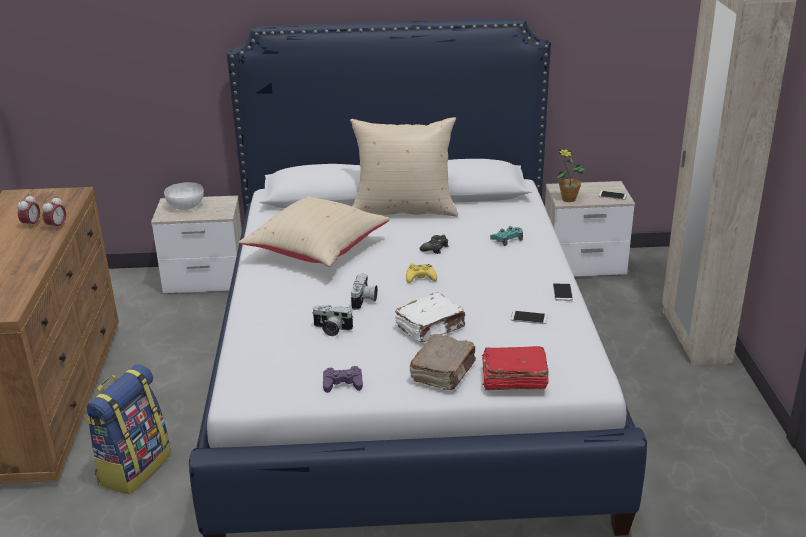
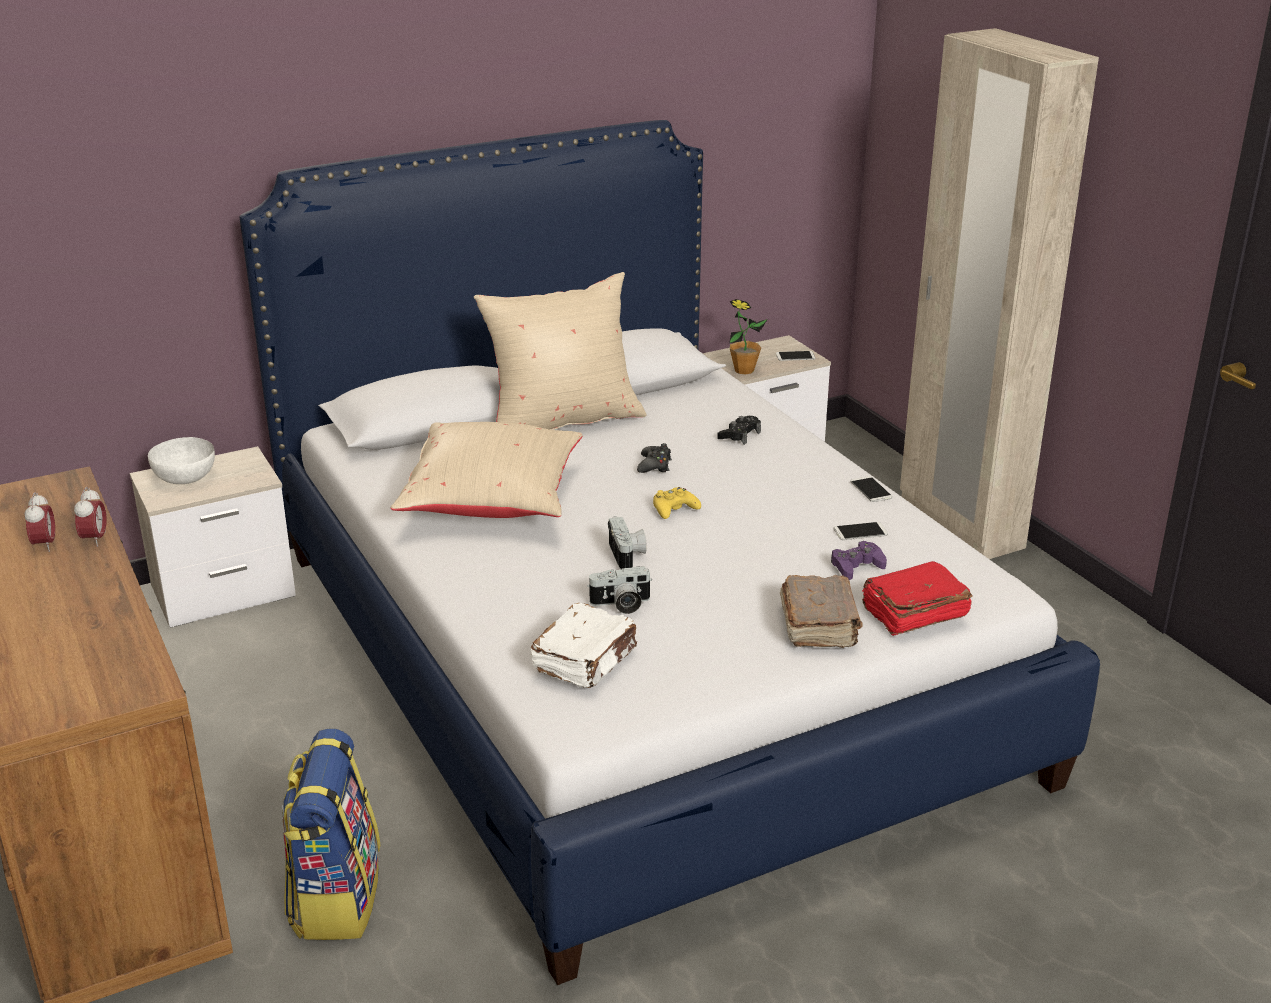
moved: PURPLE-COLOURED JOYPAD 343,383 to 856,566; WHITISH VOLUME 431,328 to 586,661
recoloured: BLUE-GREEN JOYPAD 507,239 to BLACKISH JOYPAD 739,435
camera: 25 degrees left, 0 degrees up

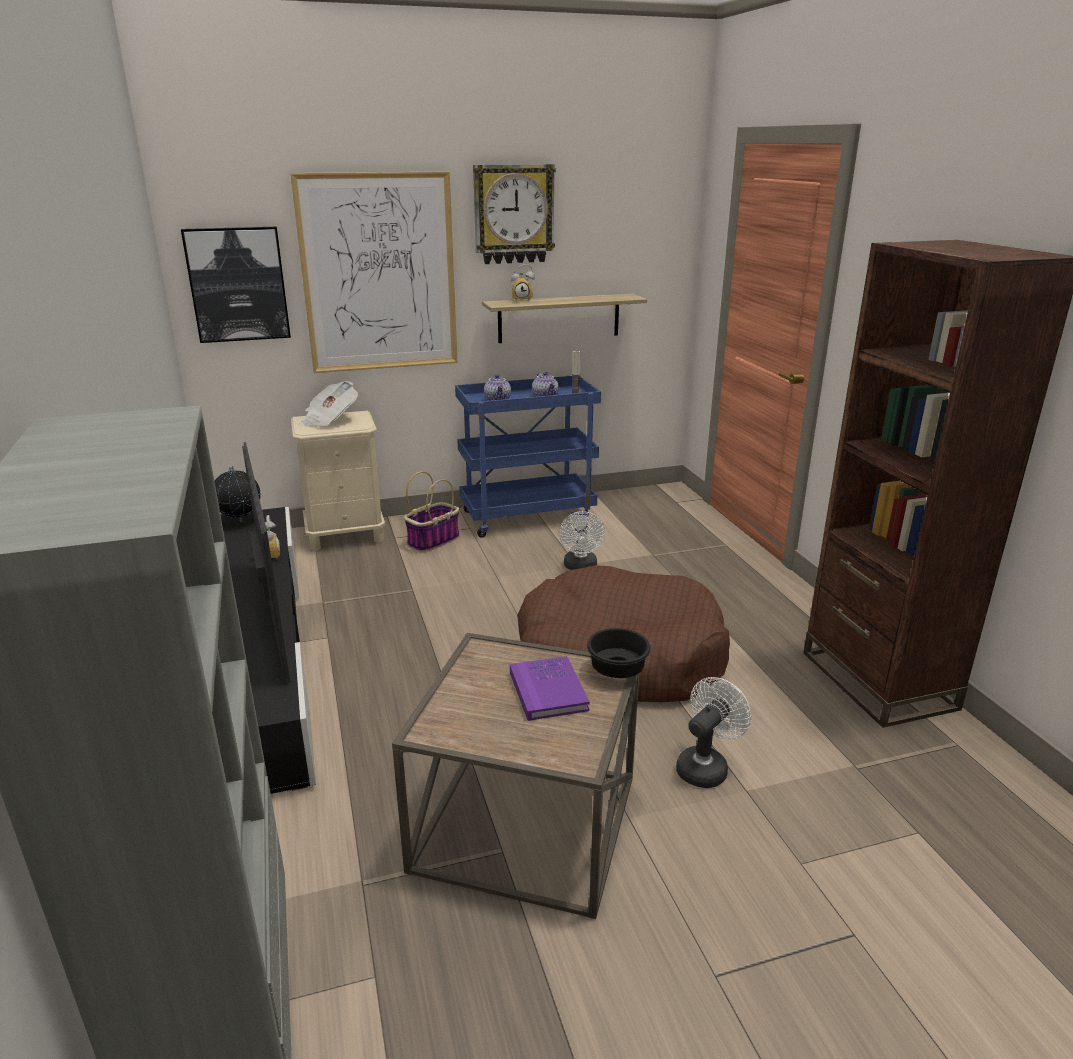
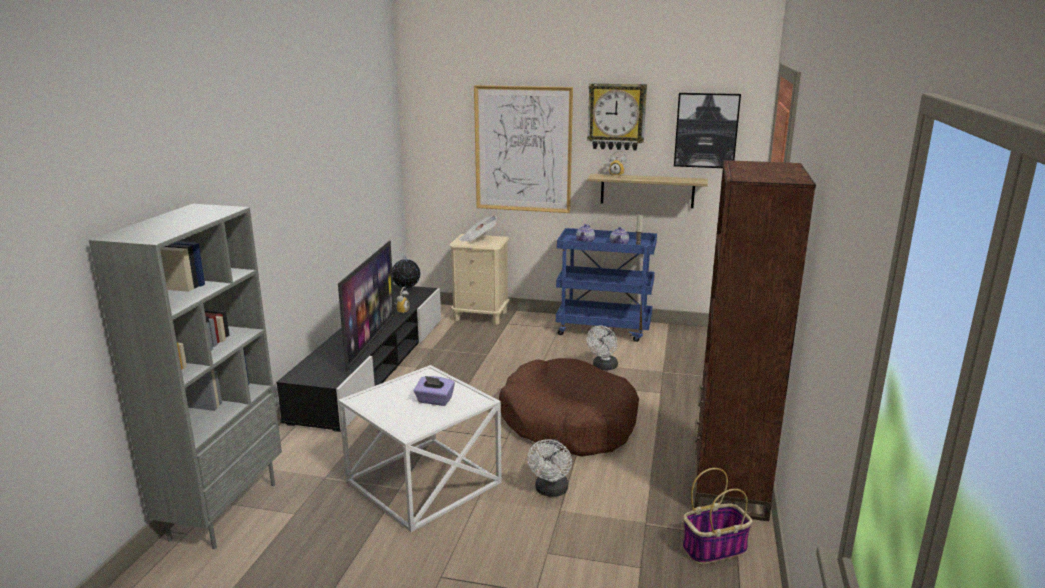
removed: BLACKISH DEEP DISH 615,670
moved: PICTURE 238,284 to 706,130; BASKET 433,541 to 714,548
replaced: PURPLE-COLOURED VOLUME 548,691 to PURPLE-COLOURED BOX OF TISSUES 434,400
recoloured: BROWN ACCENT TABLE 528,822 to WHITISH ACCENT TABLE 424,481
turned: WHITISH ELECTRIC FAN 706,766 = 551,491 120 degrees clockwise
camera: 30 degrees right, 5 degrees down

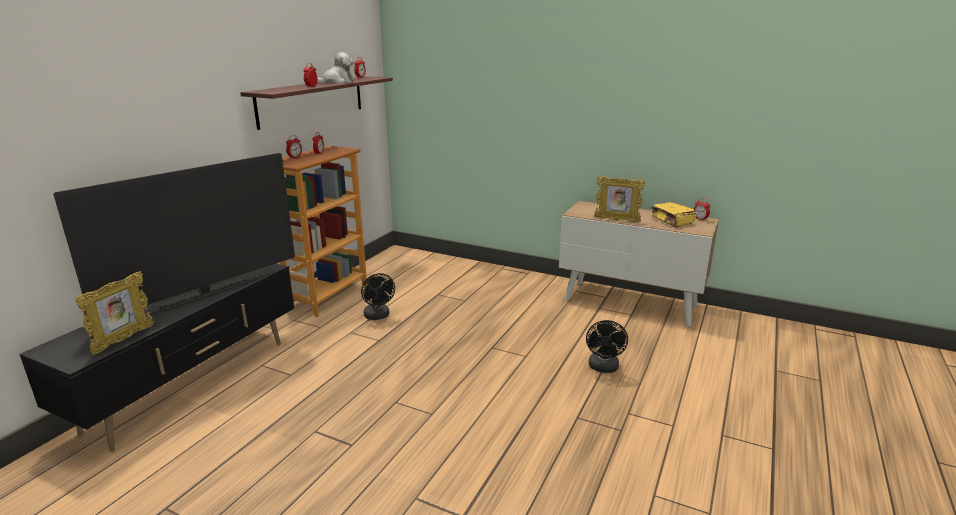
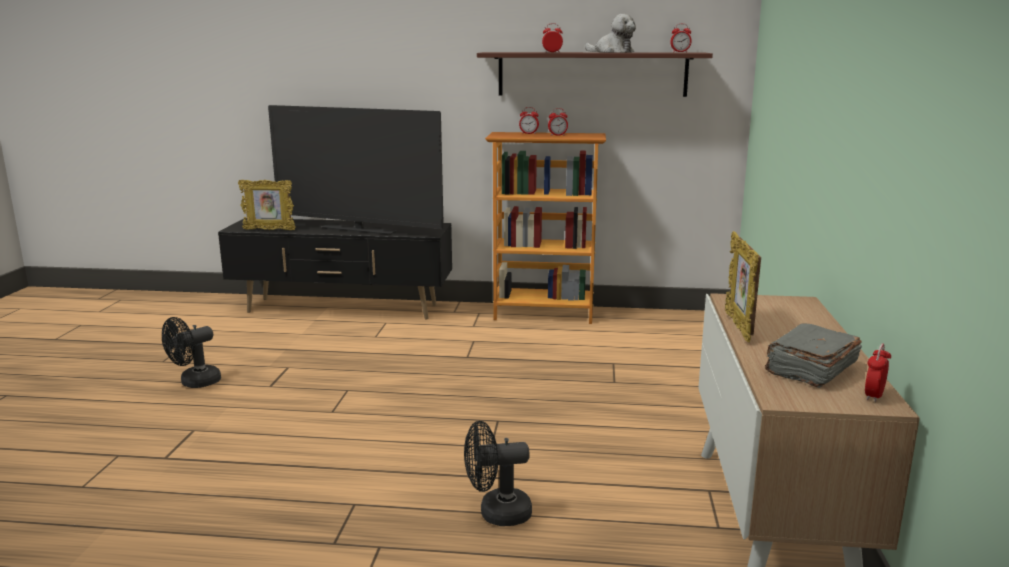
moved: BLACKISH ELECTRIC FAN 378,316 to 195,383
recoloured: YELLOW VOLUME 672,221 to GRAY VOLUME 810,370
camera: 70 degrees right, 5 degrees down

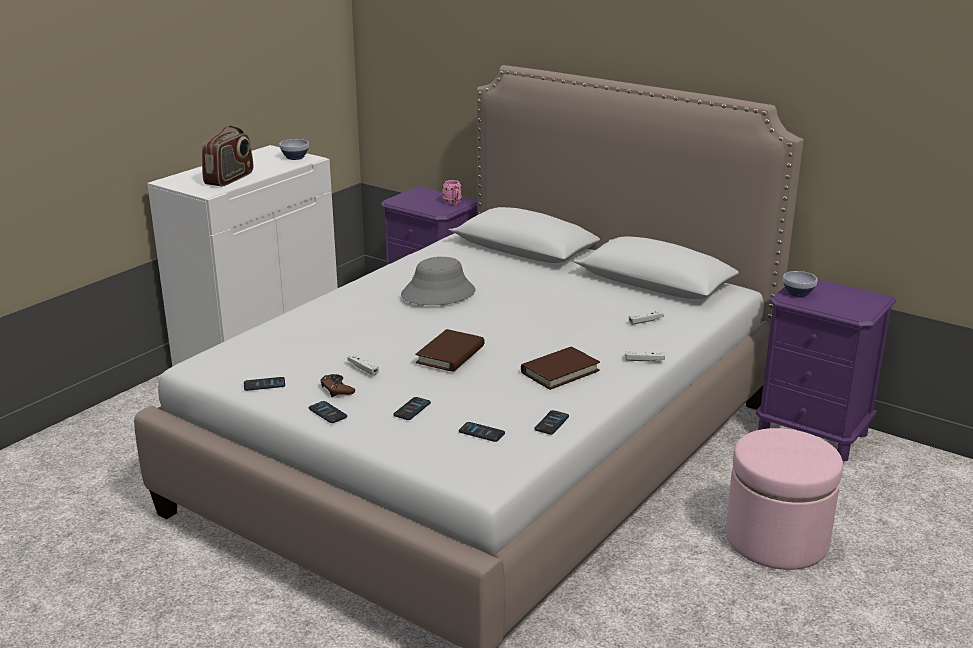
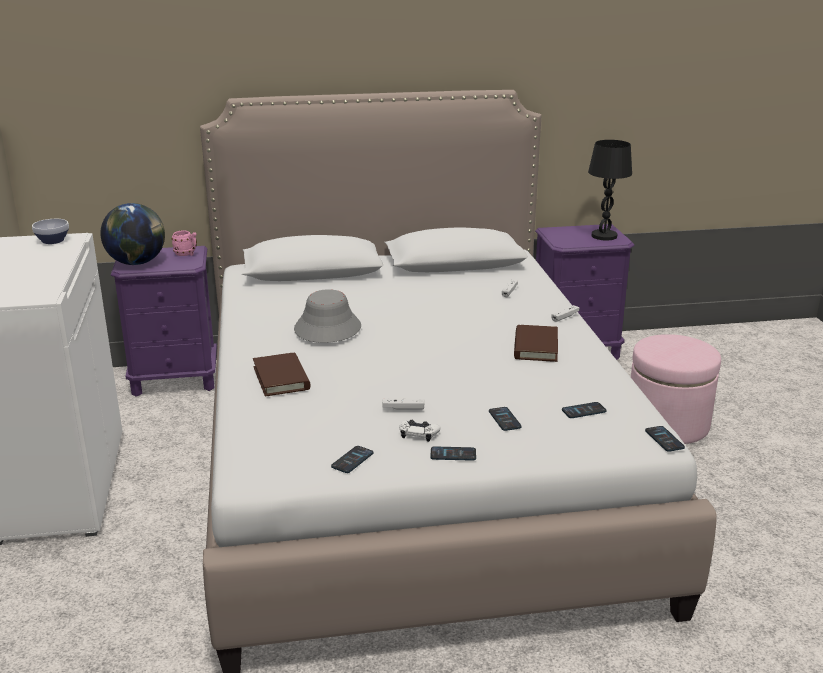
removed: RADIO 229,179; DEEP DISH 799,293
added: GLOBE 137,263; BLACKISH LAMP FOR A TABLE 604,236
moved: BROWN VOLUME 450,354 to 281,378; PHONE 551,423 to 664,439
recoloured: BROWN JOYPAD 337,389 to WHITISH JOYPAD 418,433
camera: 45 degrees left, 0 degrees up

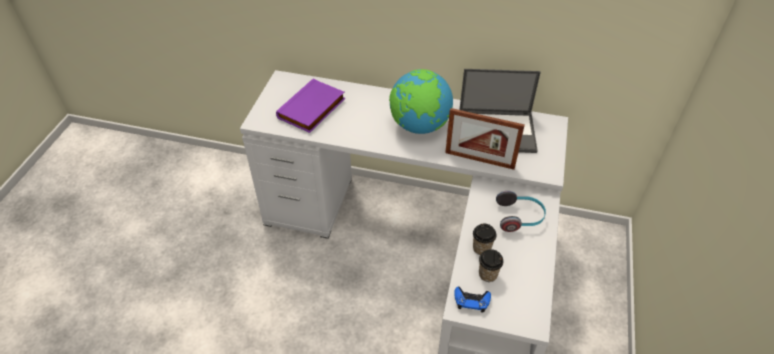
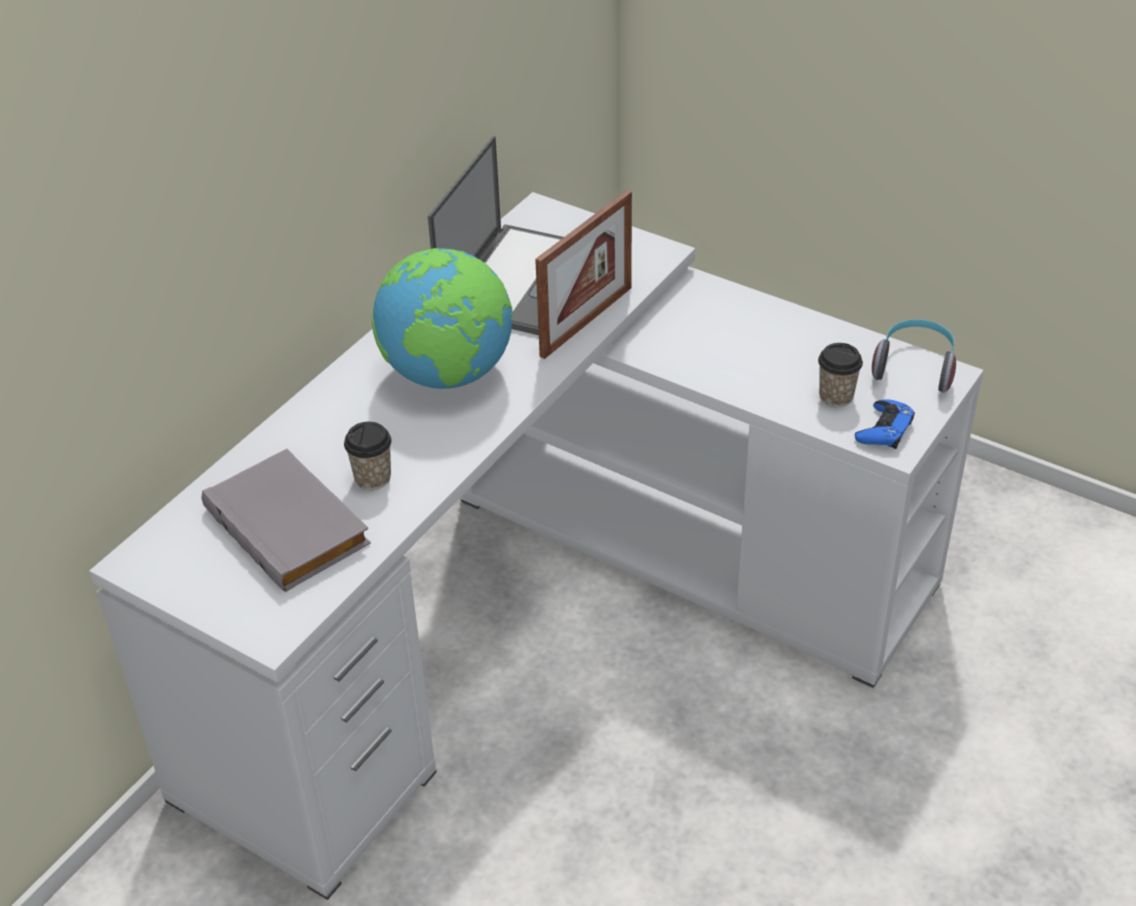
moved: CUP 481,248 to 373,478; PAIR OF HEADPHONES 519,217 to 915,366
recoloured: PURPLE-COLOURED VOLUME 312,109 to GRAY VOLUME 290,525
camera: 70 degrees left, 5 degrees down

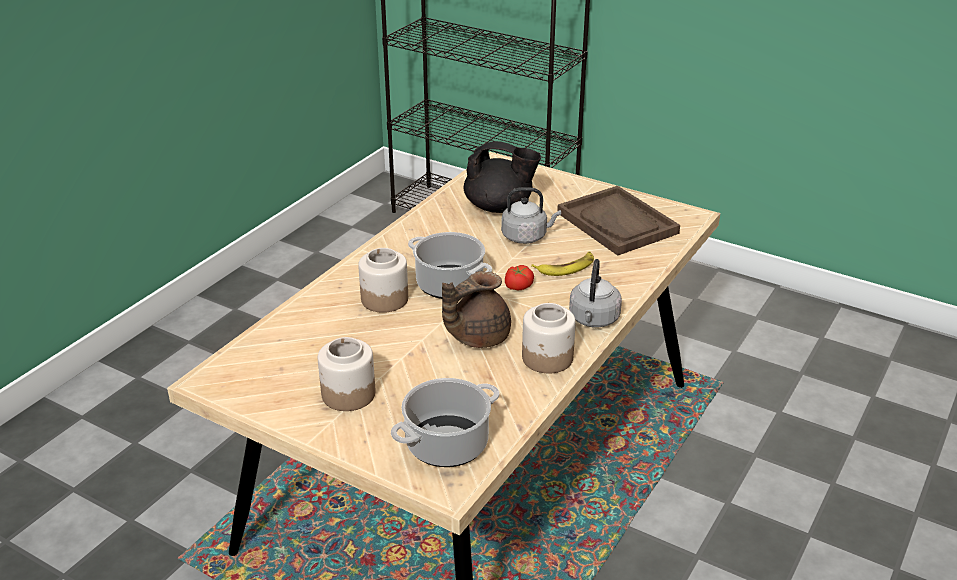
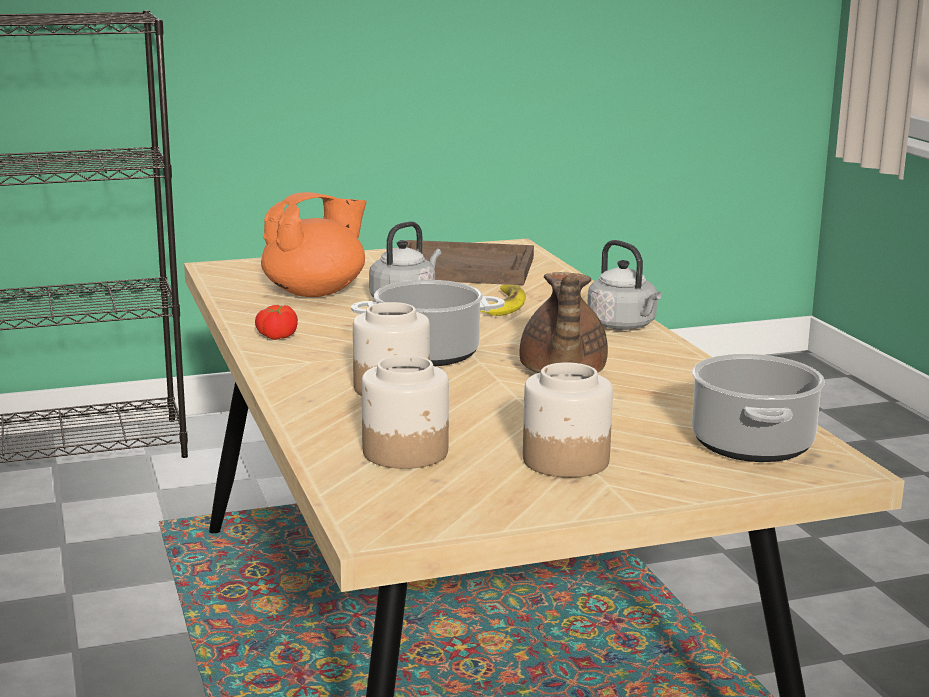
moved: WHOLE TOMATO 518,286 to 276,336; STORAGE JAR 547,358 to 406,452
recoloured: BLACKISH TEAPOT 499,207 to ORANGEY TEAPOT 316,292
camera: 50 degrees left, 15 degrees down

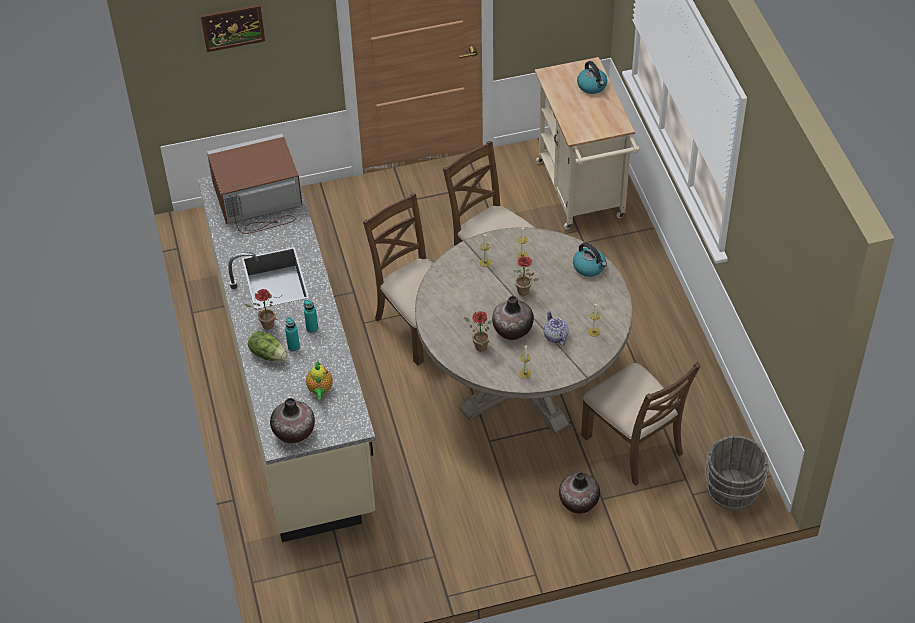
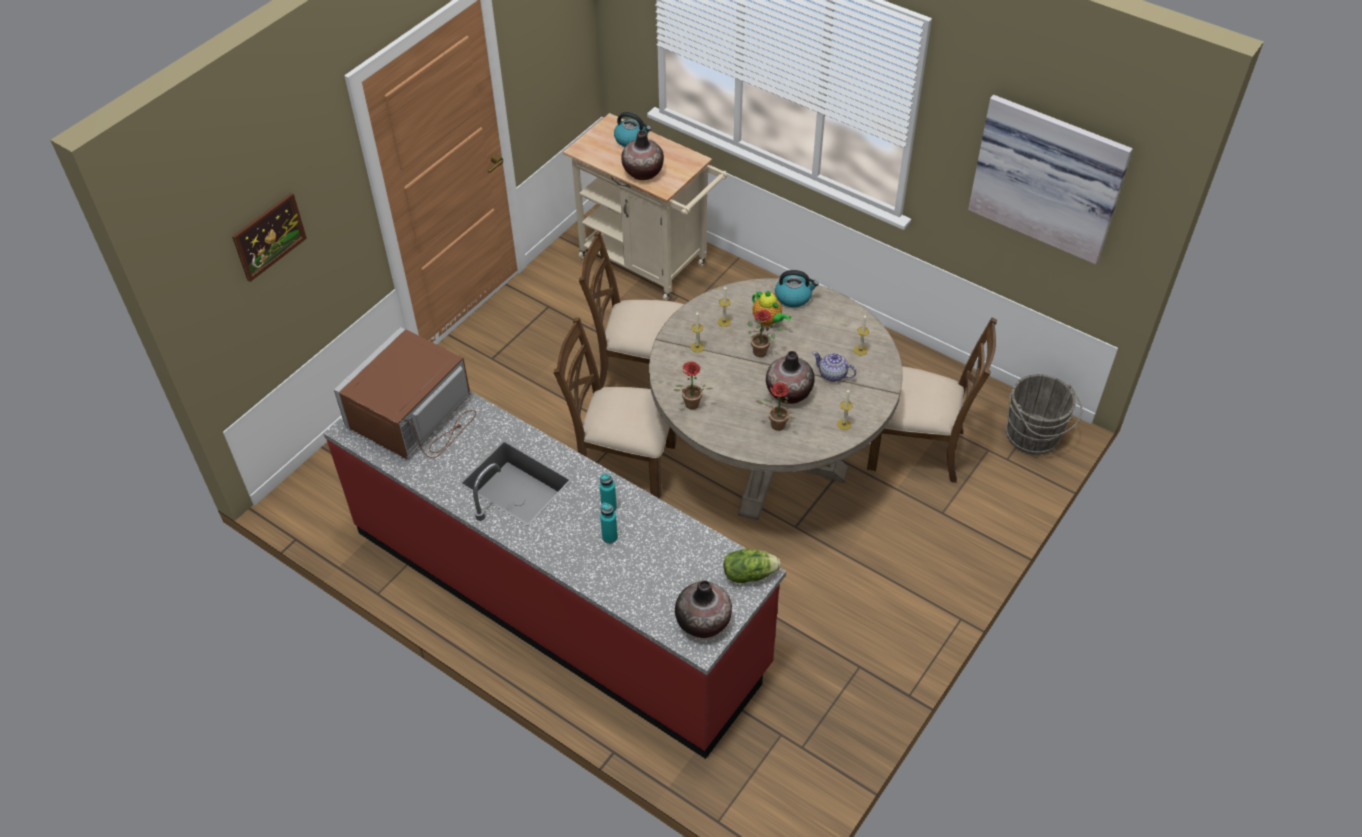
added: PICTURE 1049,176
moved: POTTED PLANT 265,325 to 690,406; LETTUCE HEAD 268,354 to 749,574; TEAPOT 320,390 to 768,321; VASE 578,502 to 643,172
recoloured: BEIGE-COLOURED KITCHEN BASE UNIT 293,385 to RED-COLOURED KITCHEN BASE UNIT 558,597
camera: 40 degrees left, 0 degrees up

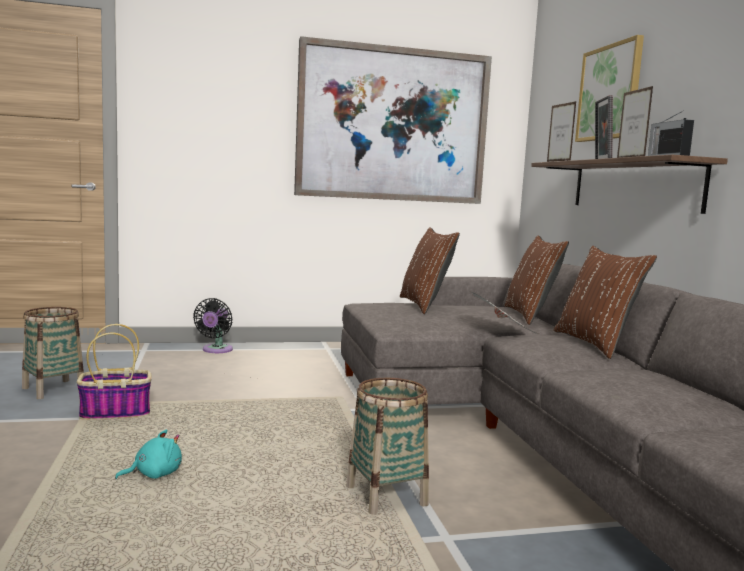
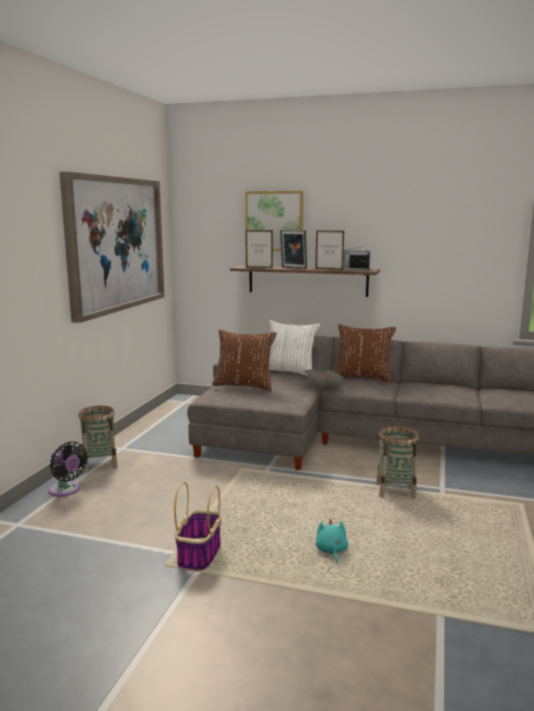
moved: BASKET 53,389 to 100,464
recoloured: BROWN PILLOW 530,316 to WHITISH PILLOW 289,372
camera: 60 degrees left, 5 degrees up

